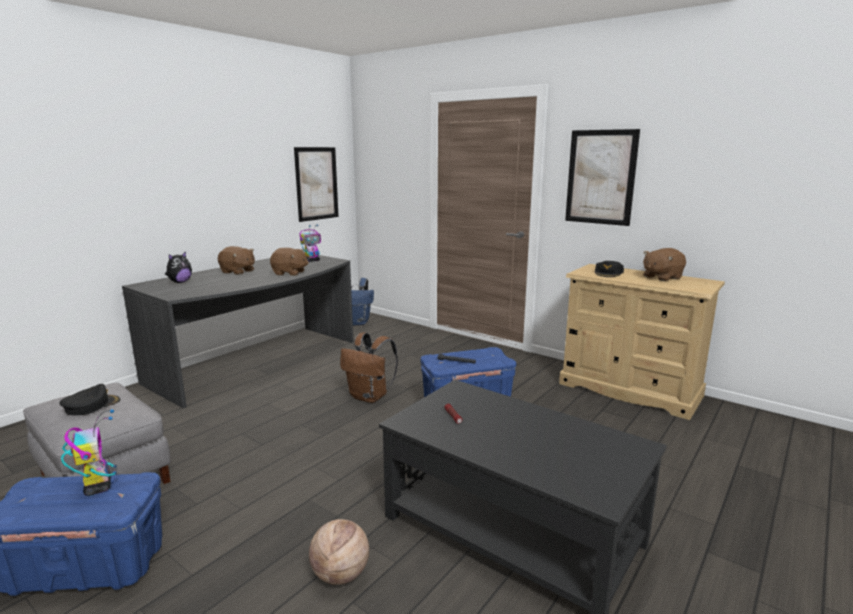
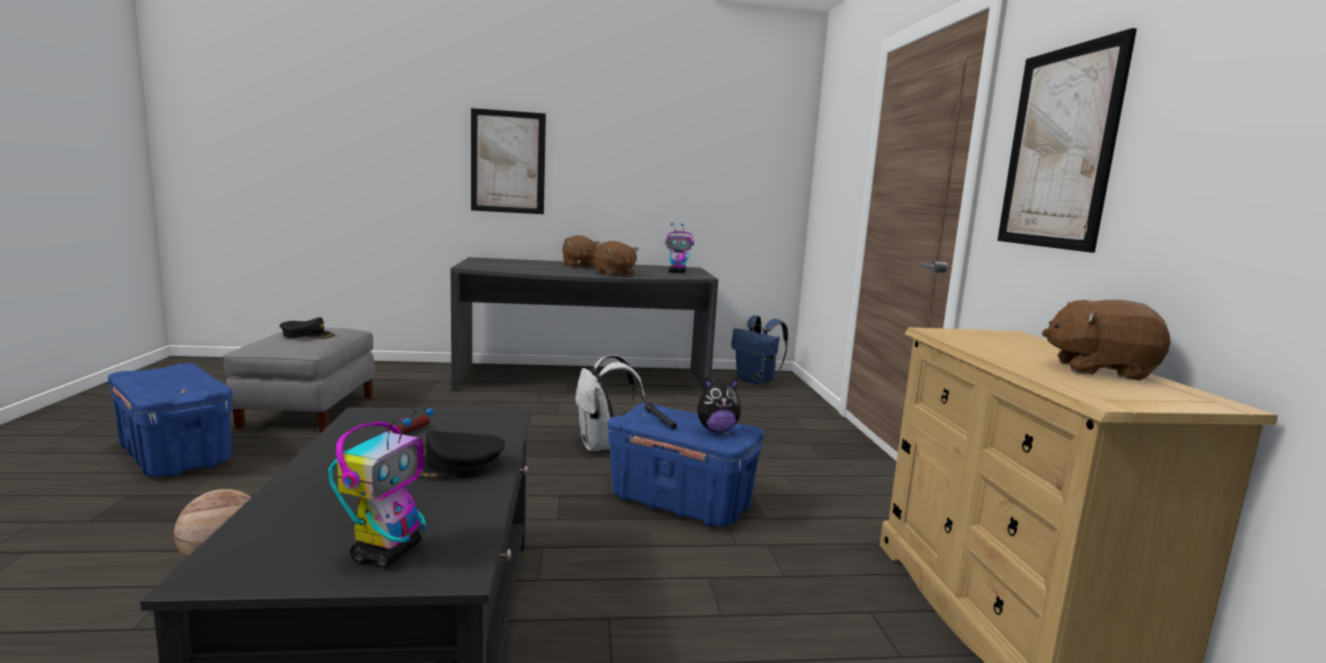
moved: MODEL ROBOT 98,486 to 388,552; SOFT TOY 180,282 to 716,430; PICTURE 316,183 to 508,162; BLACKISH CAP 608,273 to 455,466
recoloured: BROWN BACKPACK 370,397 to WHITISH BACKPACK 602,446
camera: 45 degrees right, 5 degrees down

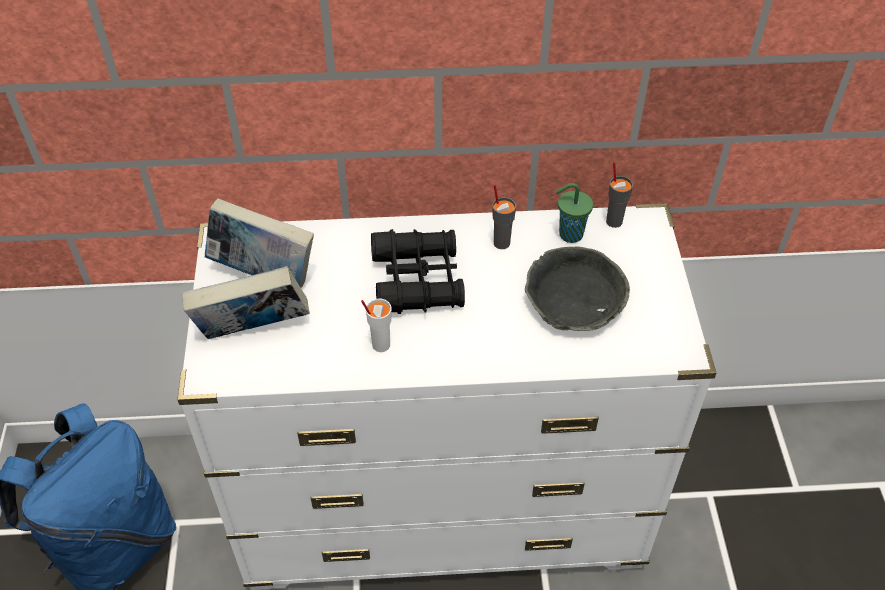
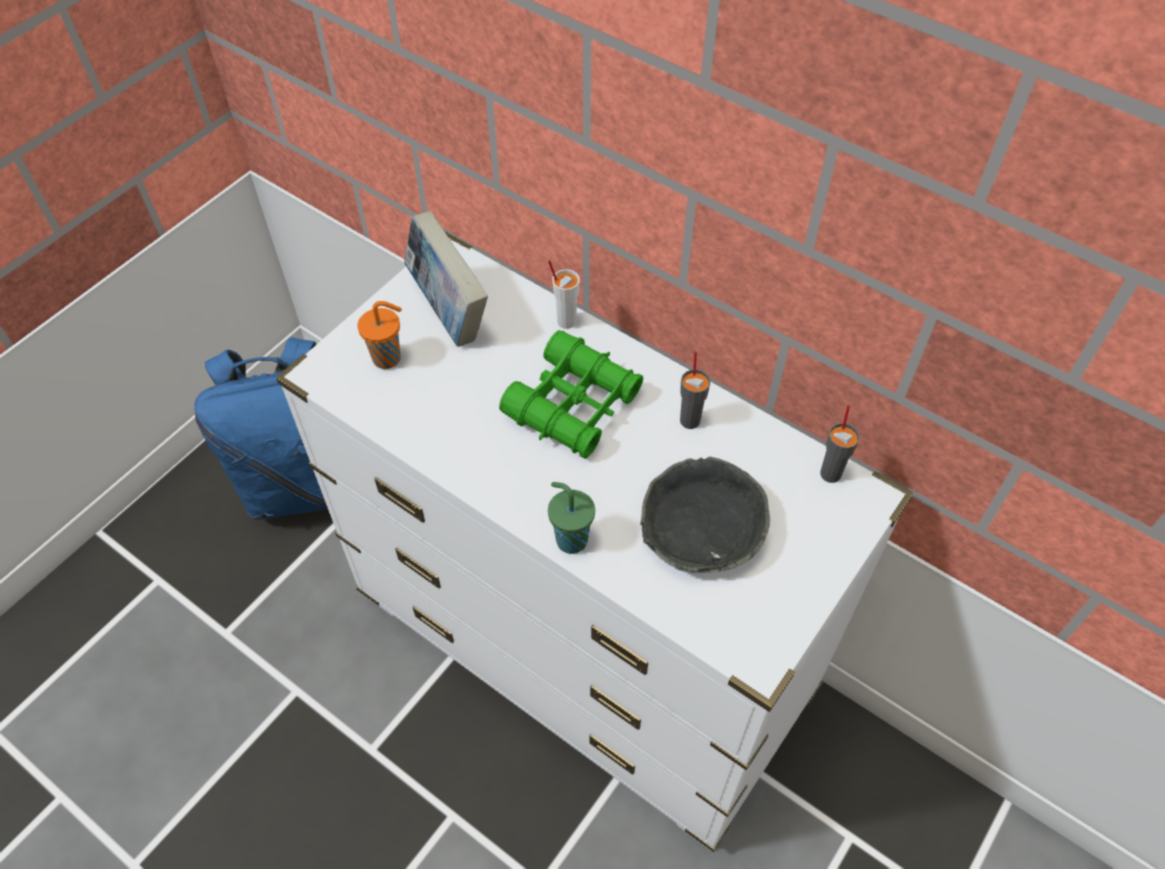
moved: WHITISH CUP 380,344 to 566,321; GREENISH CUP 569,234 to 570,539
replaced: VOLUME 253,331 to ORANGEY CUP 388,358
recoloured: BLACKISH BINOCULARS 417,280 to GREENISH BINOCULARS 573,405
camera: 40 degrees right, 5 degrees up

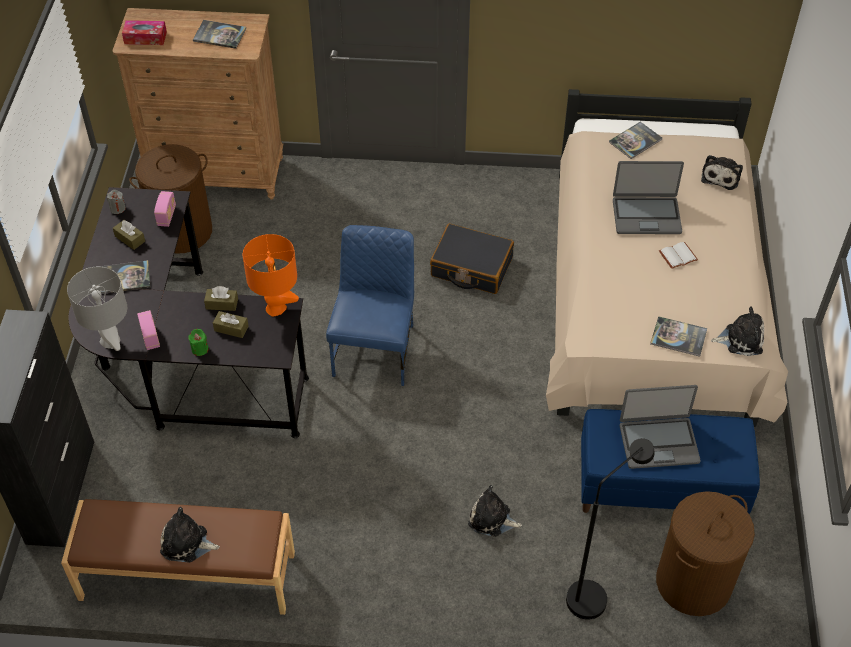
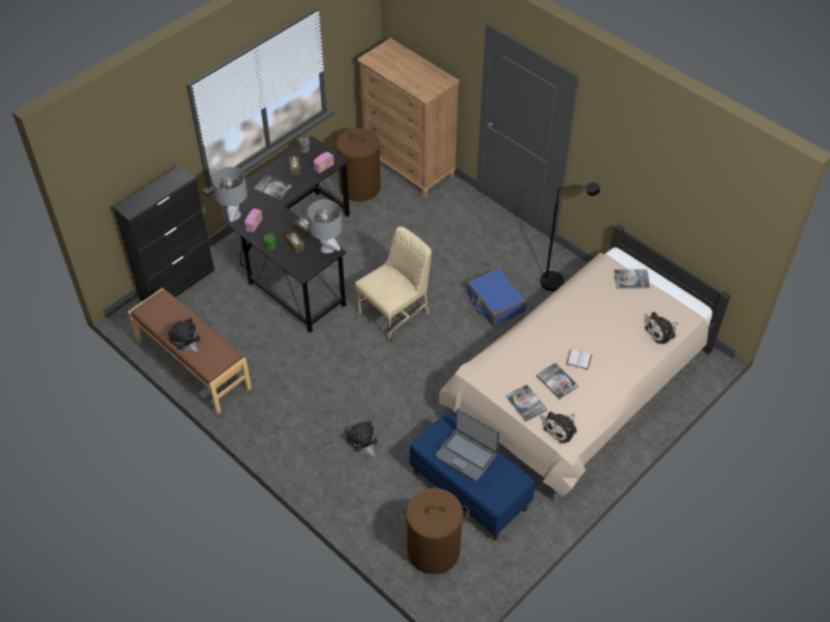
removed: BOX OF TISSUES 145,38; PORTABLE COMPUTER 646,215
moved: VOLUME 219,35 to 557,381; BLACKISH STANDARD LAMP 593,592 to 558,281
recoloured: ORANGEY LAMP FOR A TABLE 276,308 to GRAY LAMP FOR A TABLE 327,249; BLUE UPRIGHT CHAIR 376,349 to BEIGE-COLOURED UPRIGHT CHAIR 395,313; BLACKISH PIECE OF LUGGAGE 471,267 to BLUE PIECE OF LUGGAGE 495,302
turned: SOFT TOY 740,339 = 562,428 90 degrees clockwise
camera: 40 degrees right, 0 degrees up

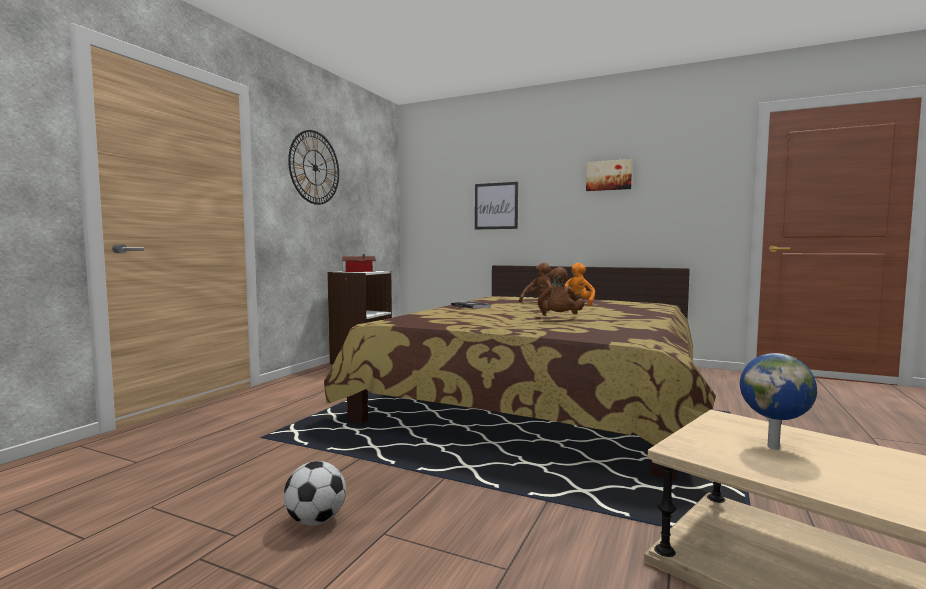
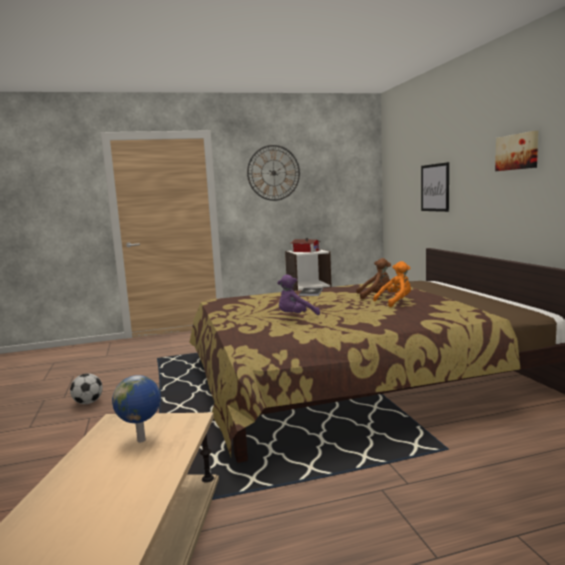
recoloured: BROWN SOFT TOY 559,318 to PURPLE-COLOURED SOFT TOY 296,317
camera: 50 degrees right, 5 degrees up

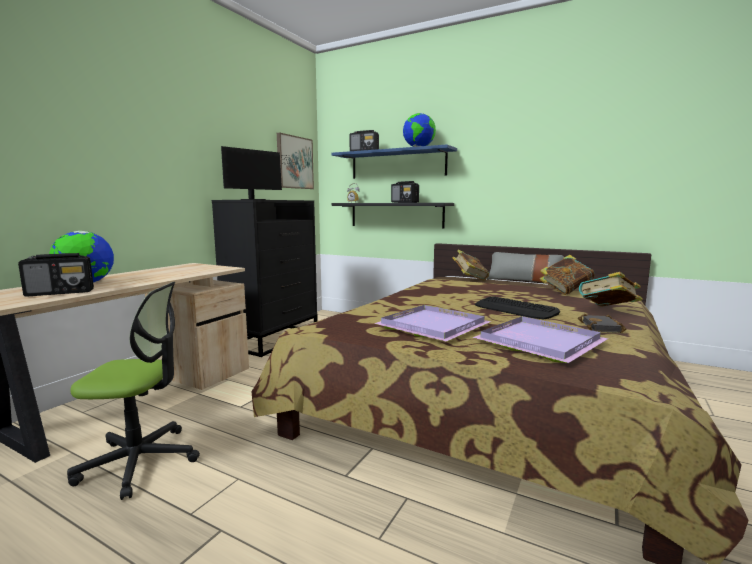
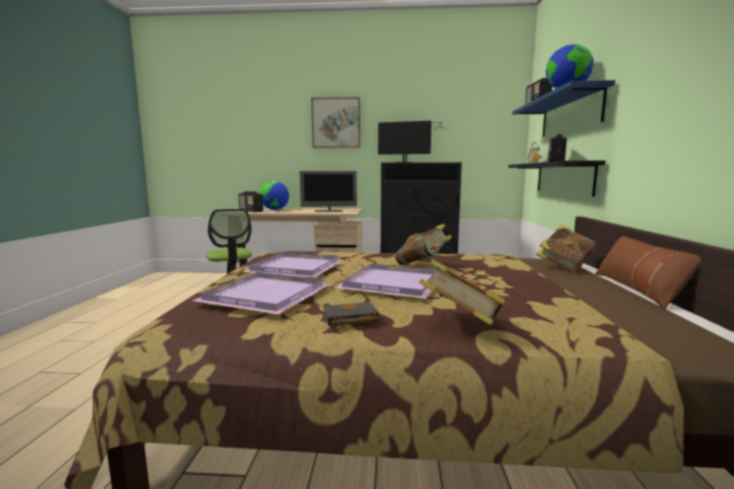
added: MONITOR 329,211
moved: PICTURE 294,162 to 336,123; VOLUME 565,291 to 422,265
replaced: PC KEYBOARD 515,309 to PURPLE-COLOURED SERVING TRAY 394,285
recoloured: GRAY PILLOW 524,281 to BROWN PILLOW 639,289
camera: 65 degrees right, 0 degrees up

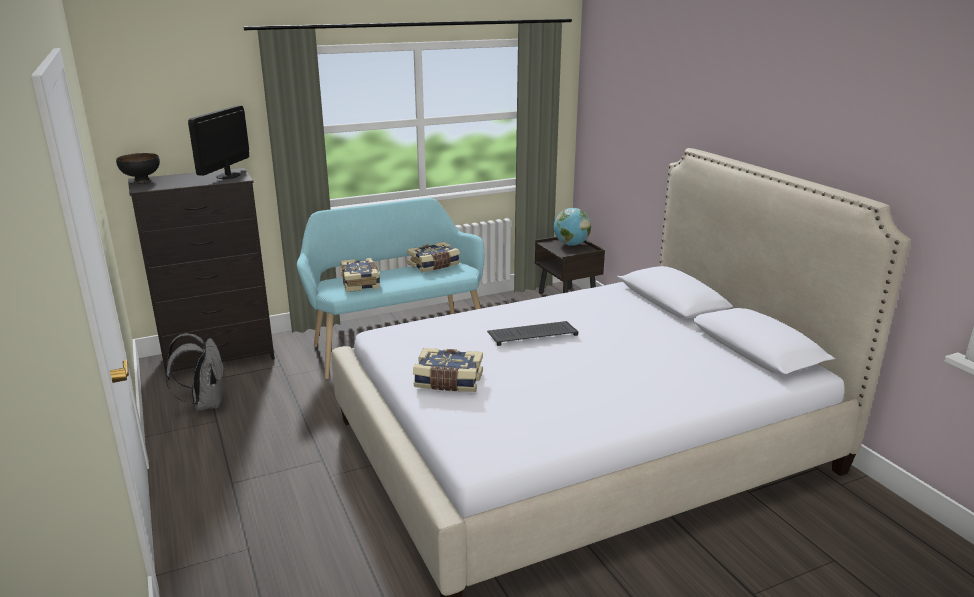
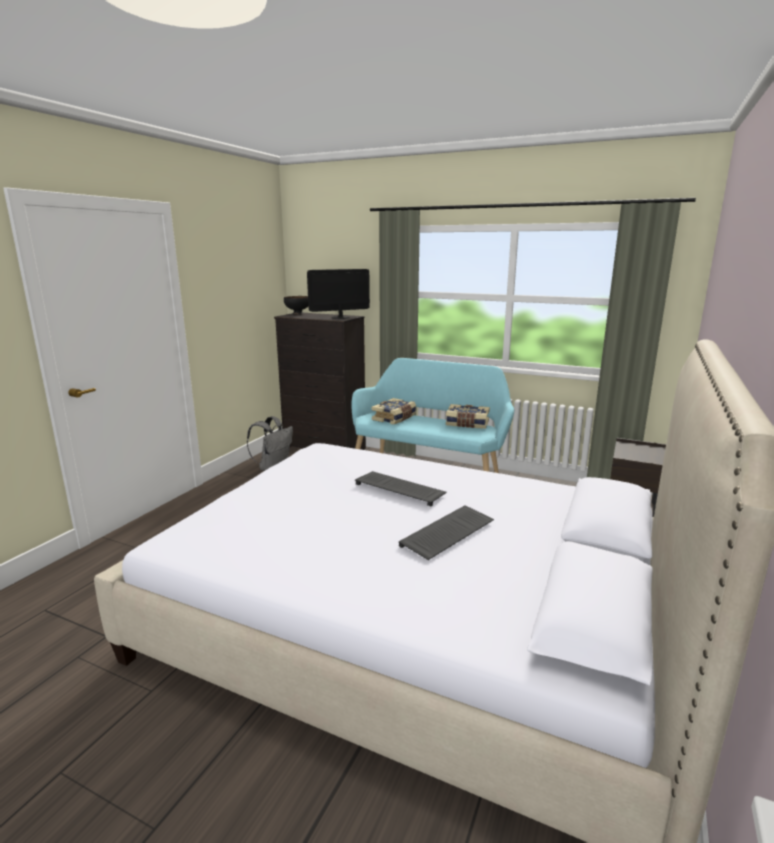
removed: VOLUME 448,381; GLOBE 571,244
added: PC KEYBOARD 448,534
camera: 50 degrees right, 5 degrees down

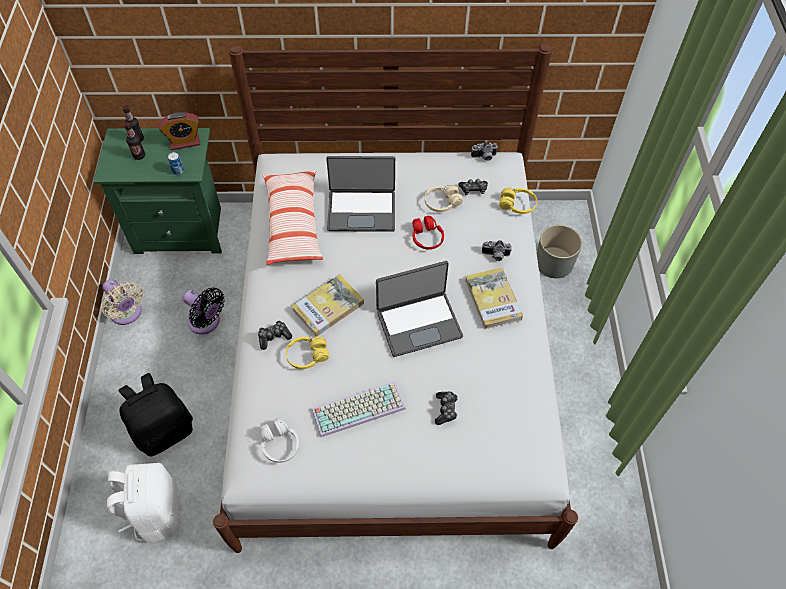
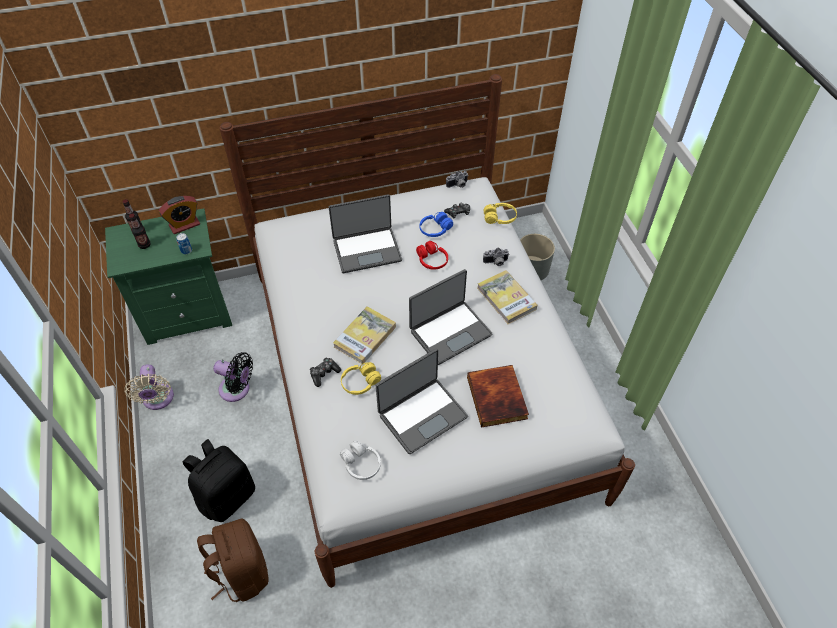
removed: PILLOW 293,223
replaced: PC KEYBOARD 359,407 to PORTABLE COMPUTER 422,415; JOYPAD 446,409 to VOLUME 498,398
recoloured: WHITISH BACKPACK 155,512 to BROWN BACKPACK 241,572; BEIGE-COLOURED PAIR OF HEADPHONES 442,203 to BLUE PAIR OF HEADPHONES 435,229
turned: BEIGE-COLOURED ELECTRIC FAN 127,314 = 158,400 45 degrees clockwise
camera: 15 degrees left, 5 degrees down

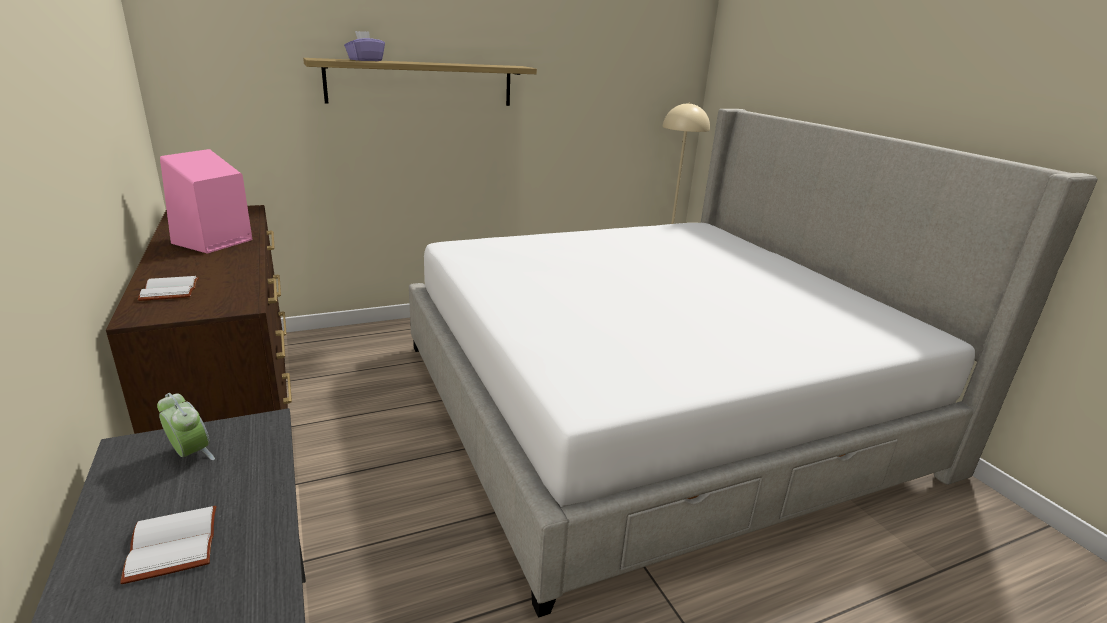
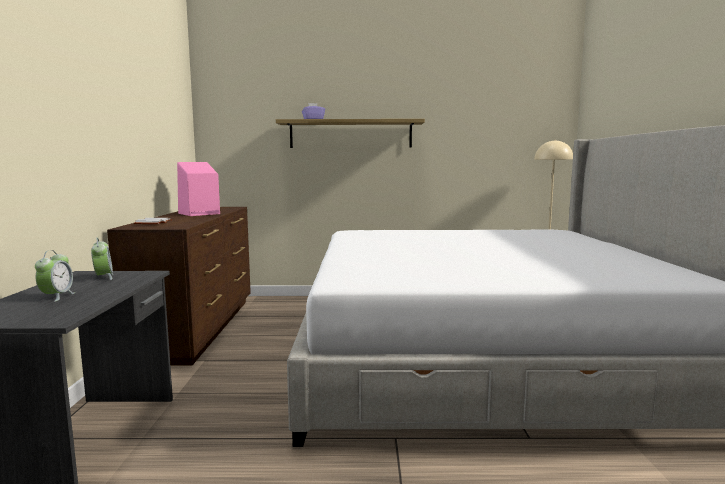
replaced: WHITISH VOLUME 170,544 to BEDSIDE CLOCK 57,296
camera: 25 degrees right, 15 degrees down

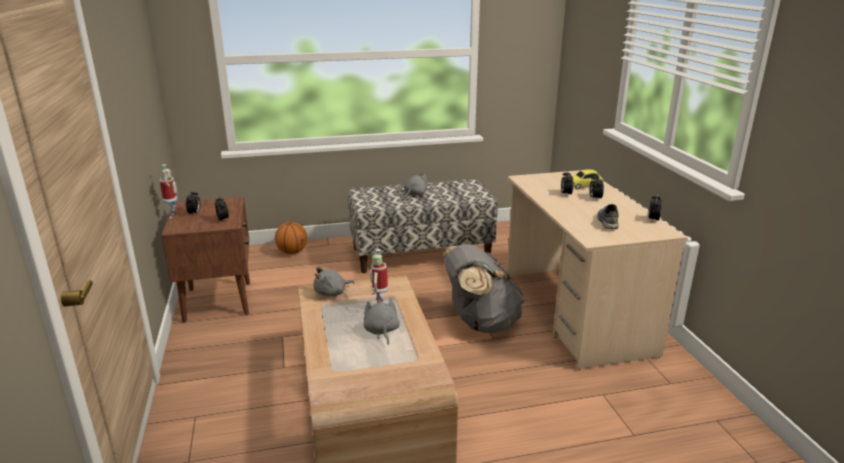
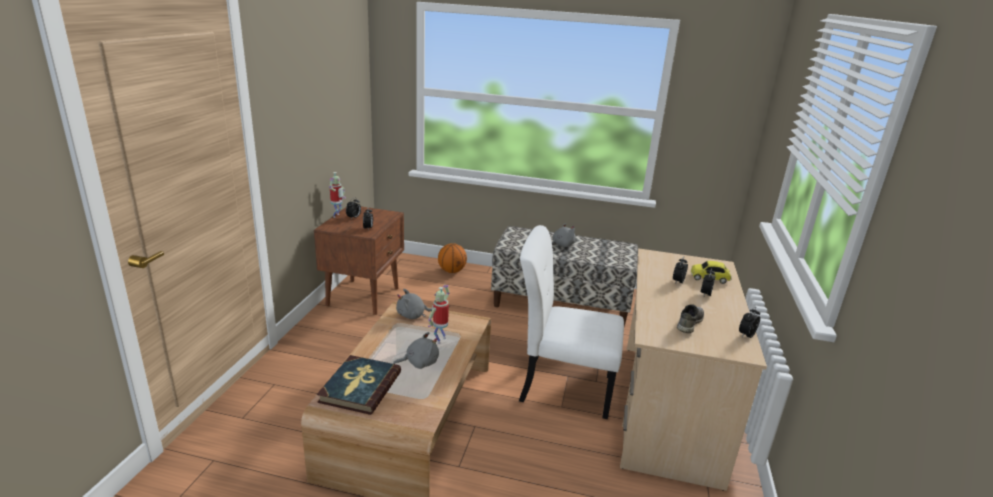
added: VOLUME 360,387
replaced: GRAY BACKPACK 480,323 to WHITISH UPRIGHT CHAIR 562,387
turned: GRAY SOFT TOY 381,331 = 419,363 60 degrees clockwise
camera: 25 degrees right, 0 degrees up

